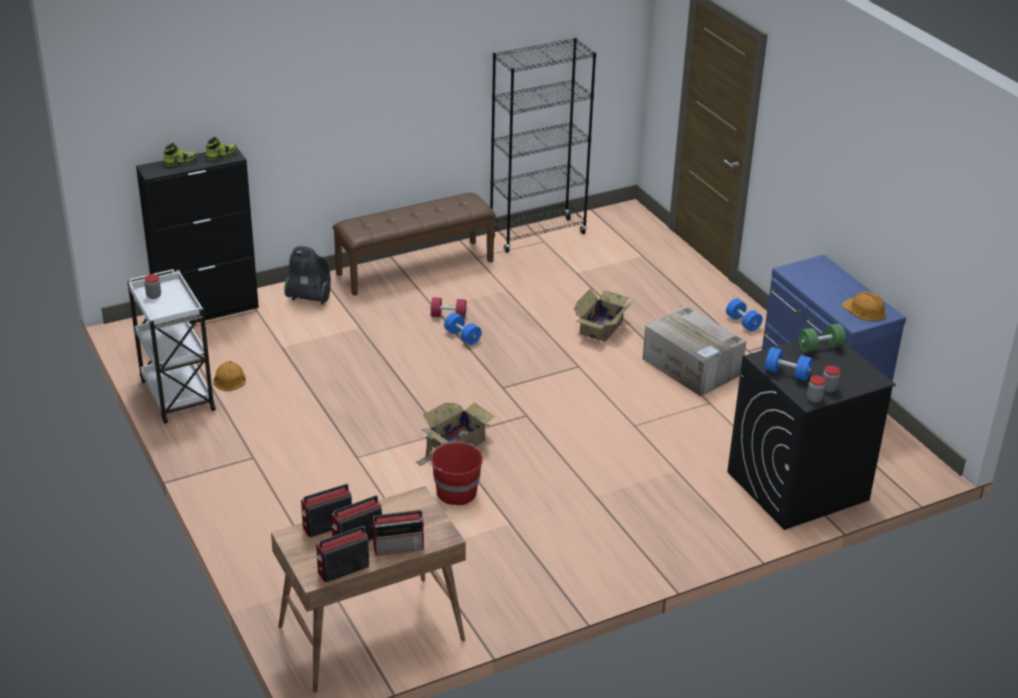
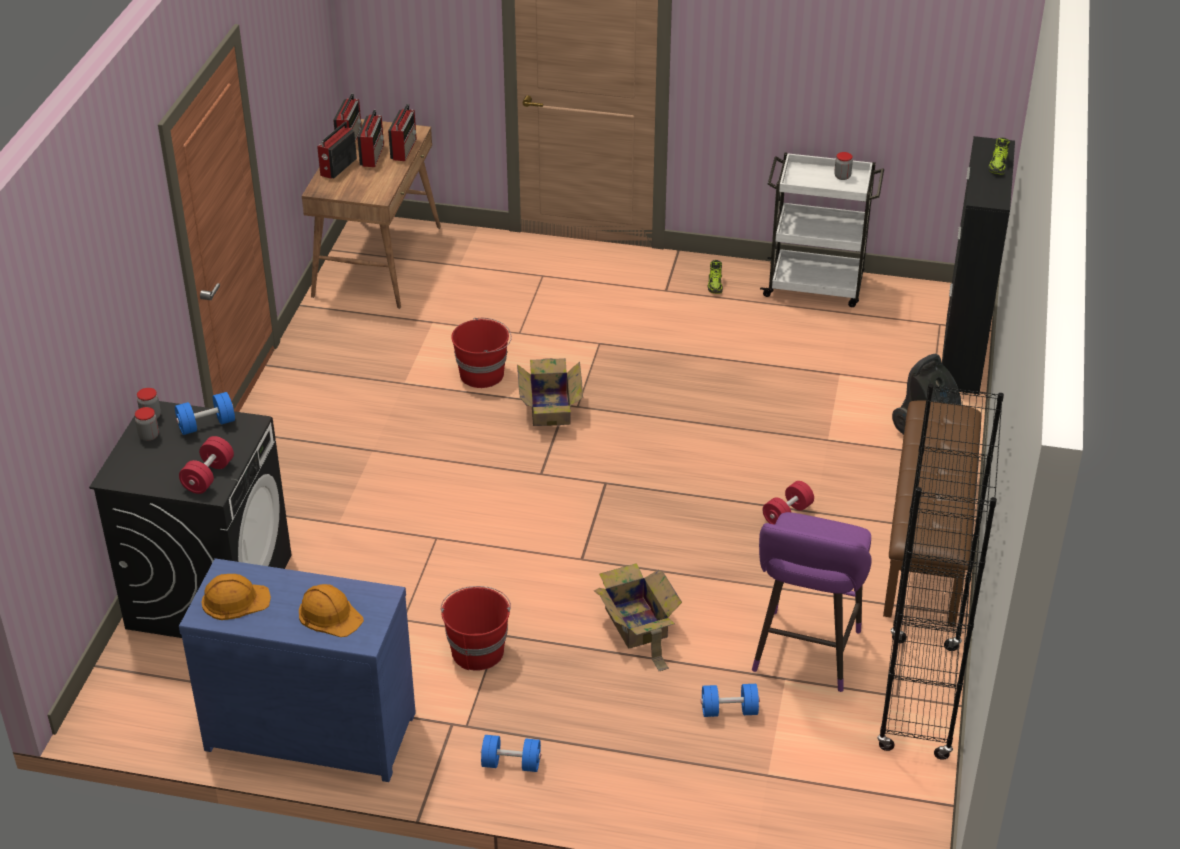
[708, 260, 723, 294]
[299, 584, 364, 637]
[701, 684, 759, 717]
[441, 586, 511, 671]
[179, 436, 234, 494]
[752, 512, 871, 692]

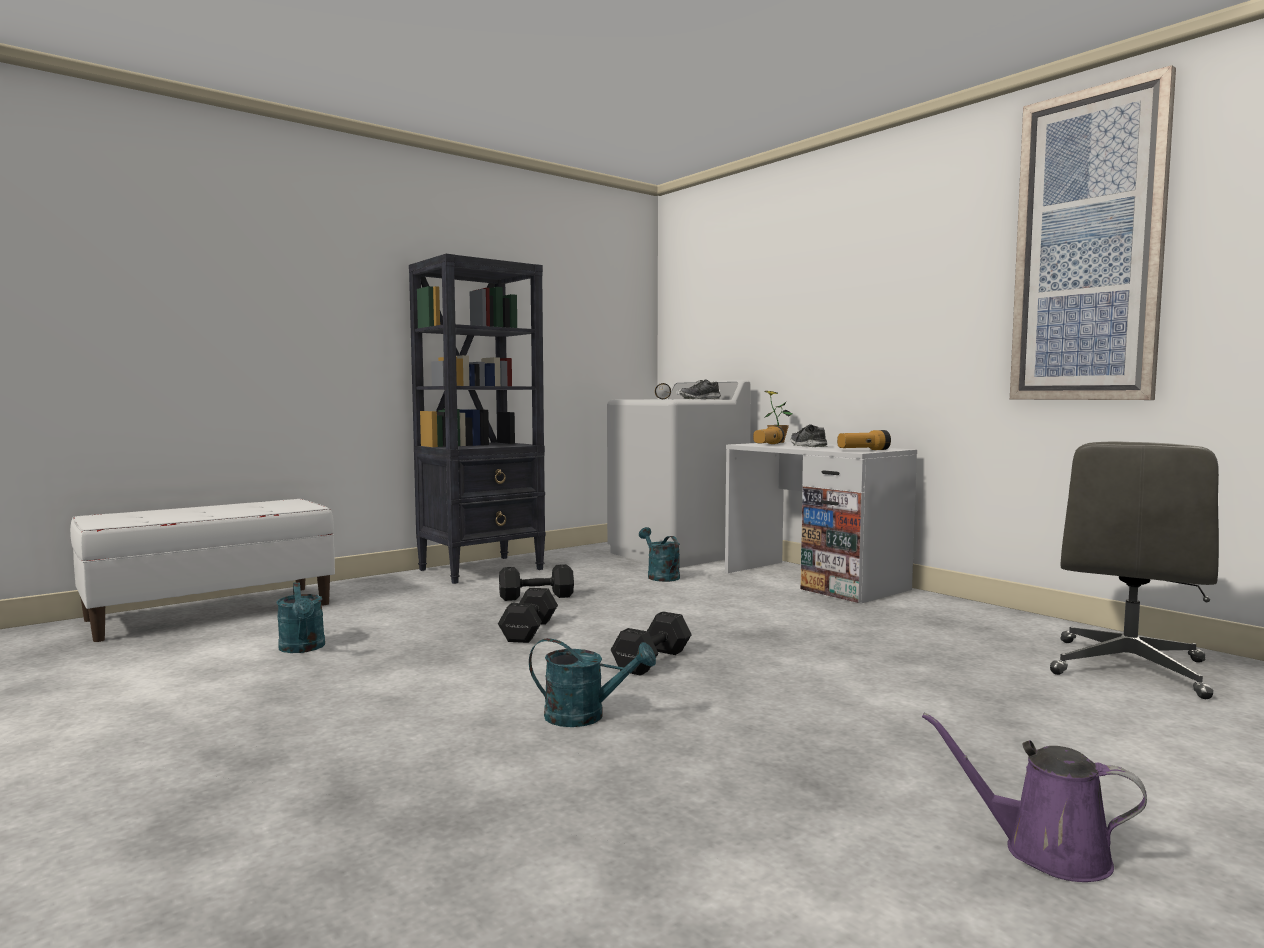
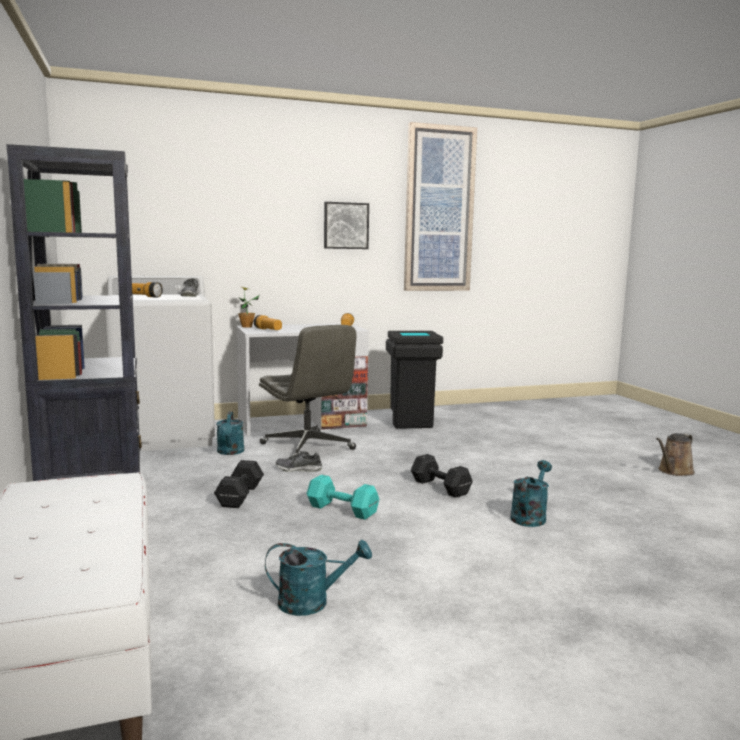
[306, 475, 379, 520]
[217, 411, 244, 455]
[276, 451, 322, 472]
[656, 433, 695, 476]
[259, 325, 357, 455]
[324, 202, 369, 249]
[386, 331, 443, 429]

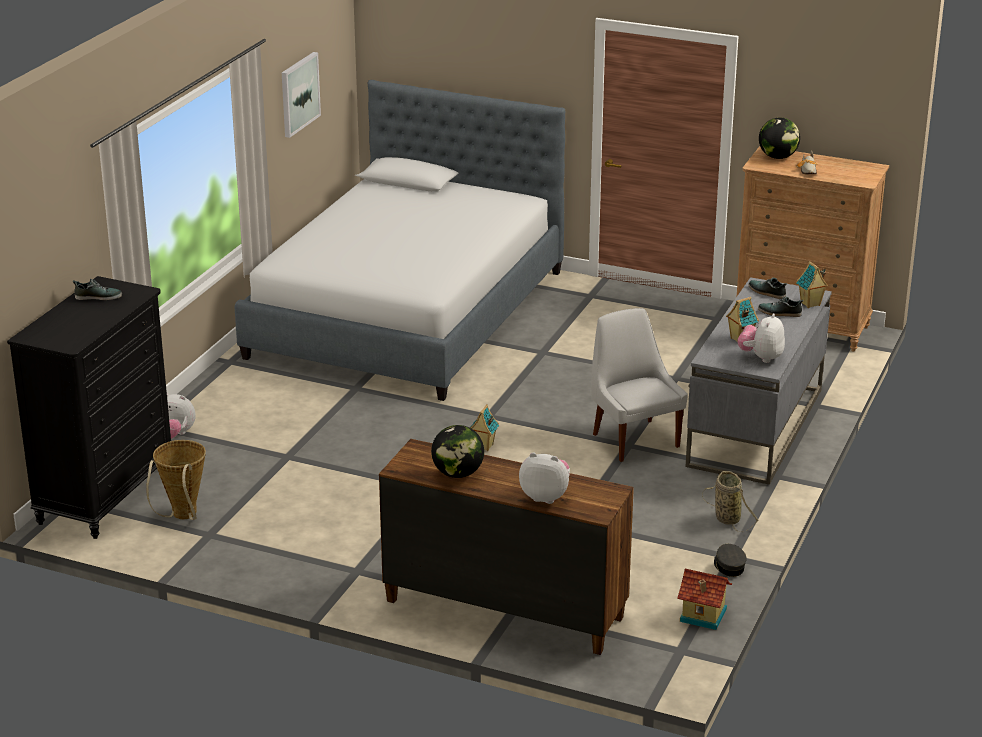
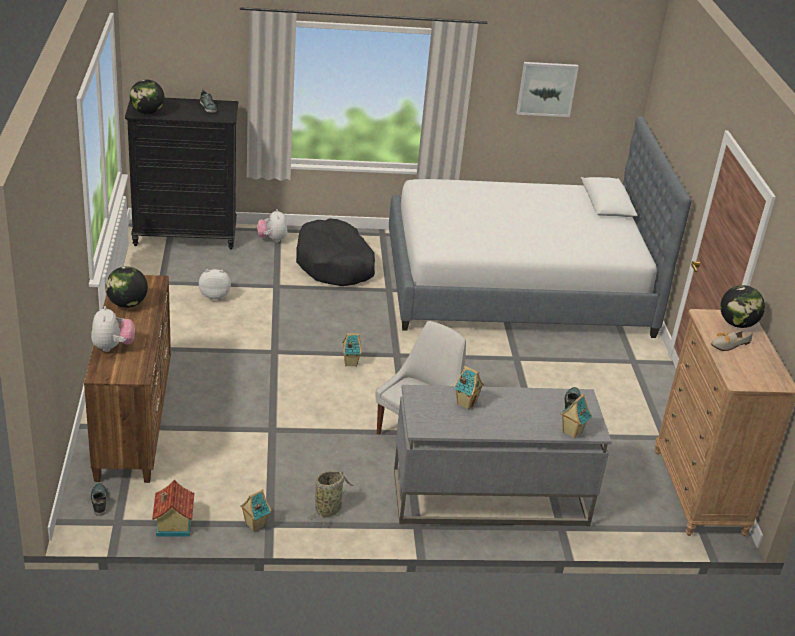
[146, 440, 206, 520] (first image)
[240, 489, 272, 532]
[199, 269, 231, 300]
[91, 483, 107, 516]
[130, 80, 164, 114]
[296, 218, 375, 286]

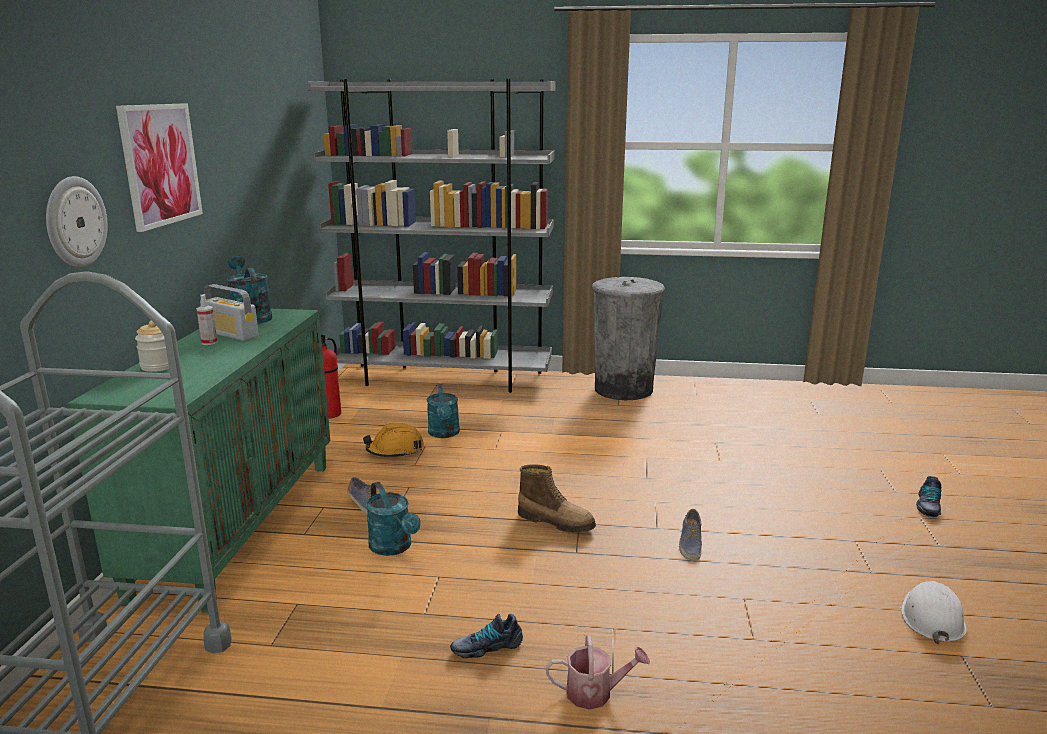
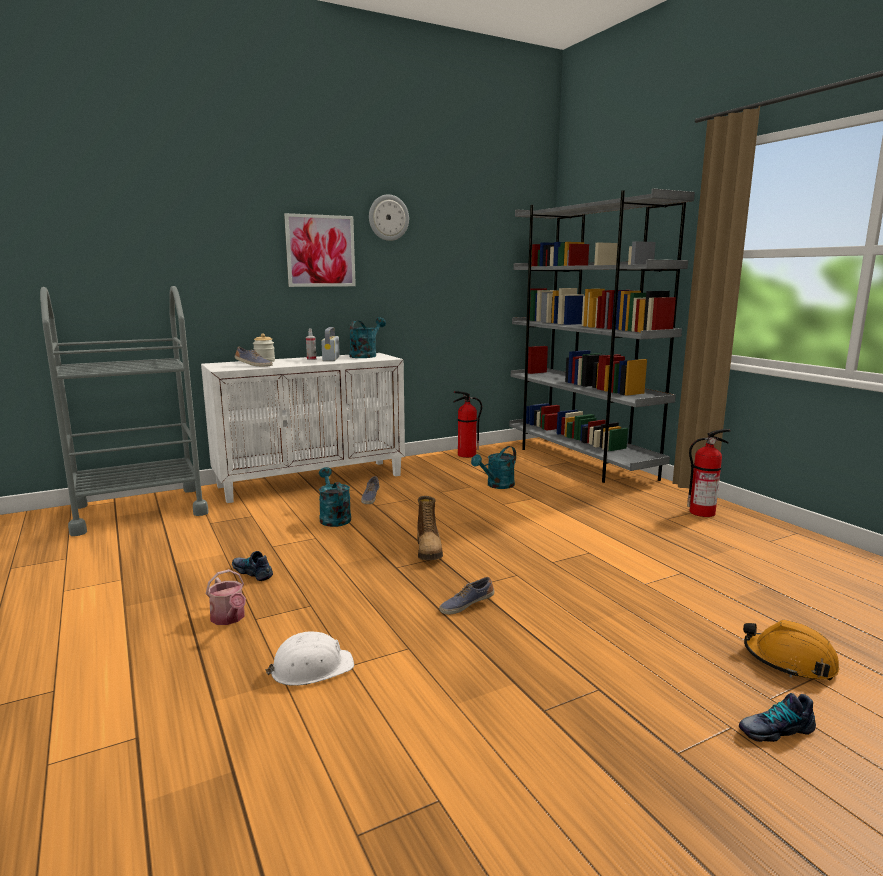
[369, 195, 409, 241]
[201, 353, 405, 503]
[743, 620, 839, 681]
[319, 467, 351, 527]
[687, 429, 730, 517]
[265, 631, 354, 686]
[235, 347, 273, 367]

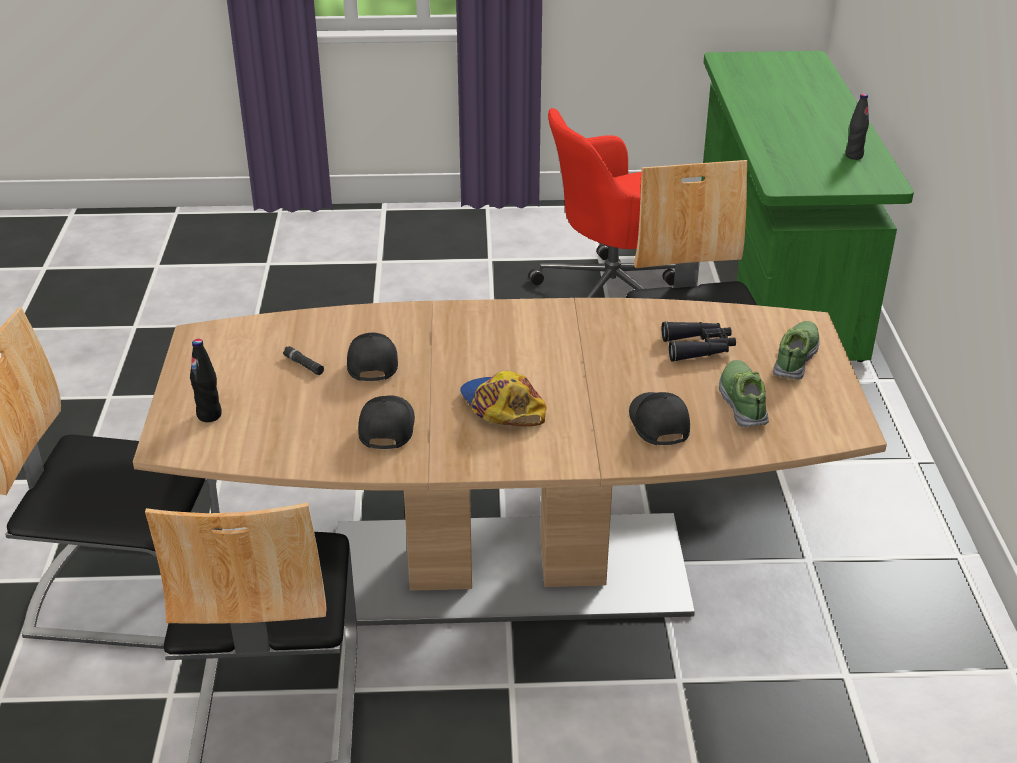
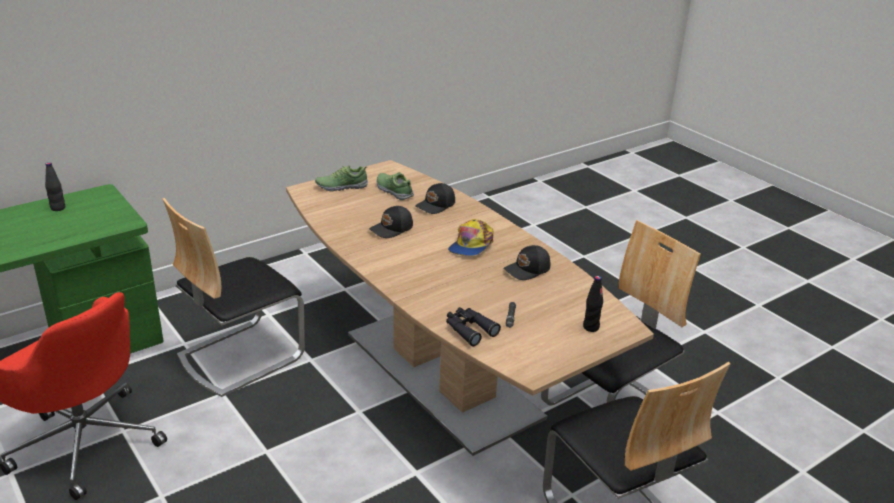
[369, 206, 413, 238]
[446, 307, 501, 346]
[376, 172, 414, 200]

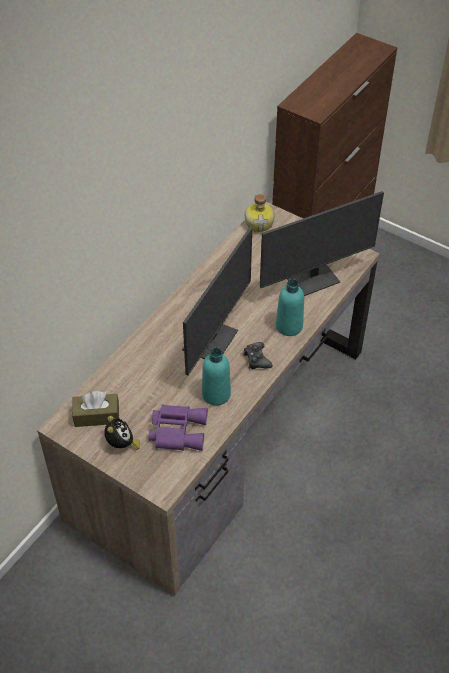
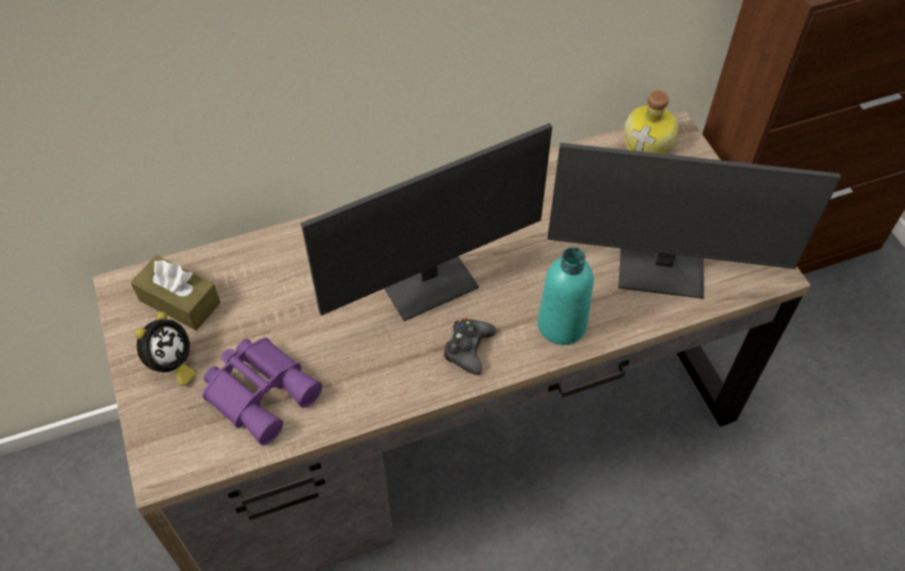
[202, 348, 231, 406] (first image)

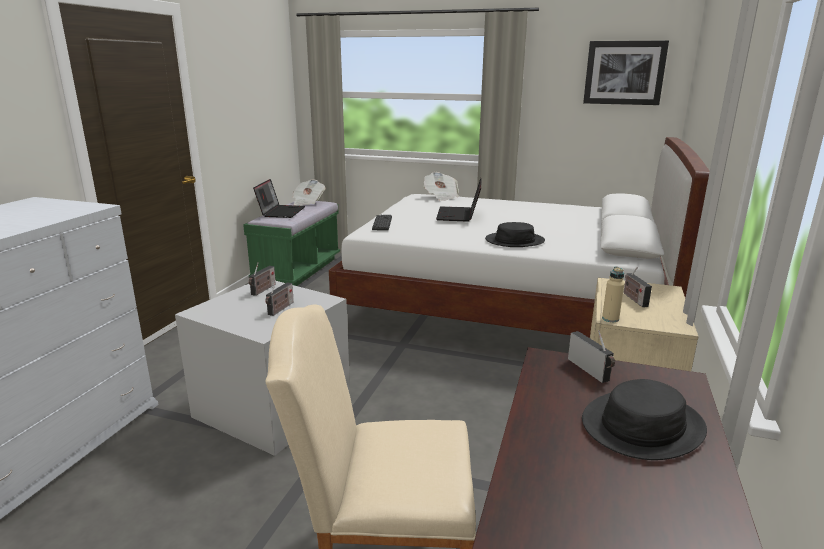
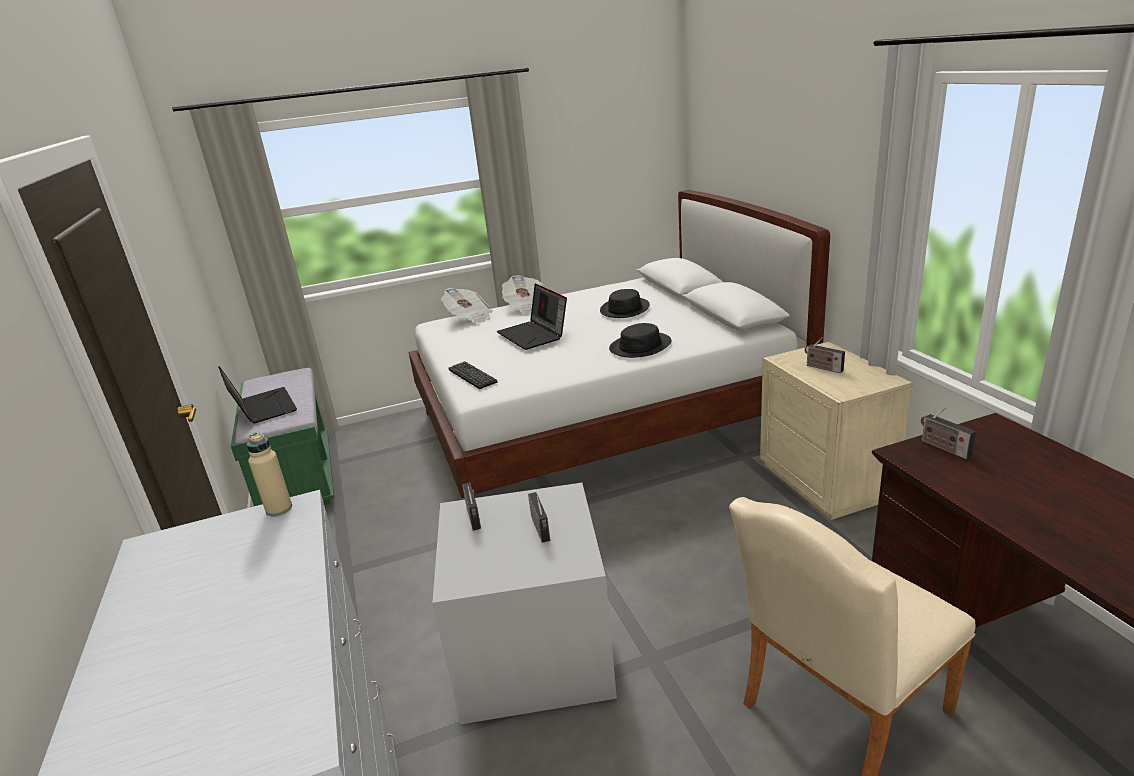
[502, 275, 544, 315]
[921, 407, 976, 459]
[600, 289, 650, 318]
[583, 40, 669, 105] (first image)
[247, 432, 292, 517]

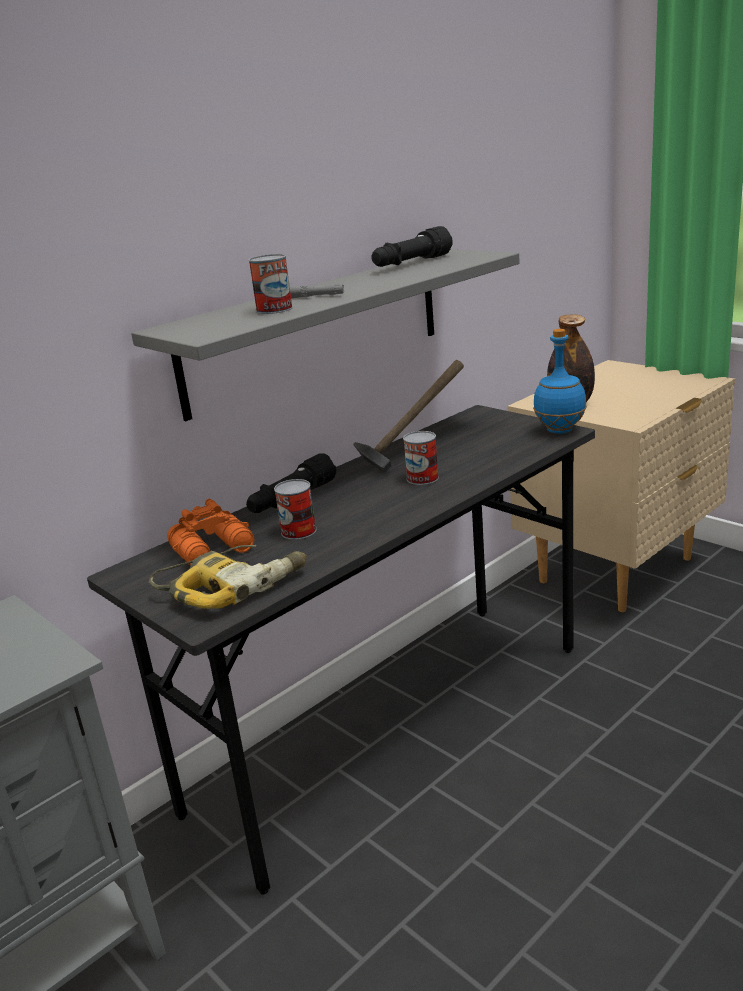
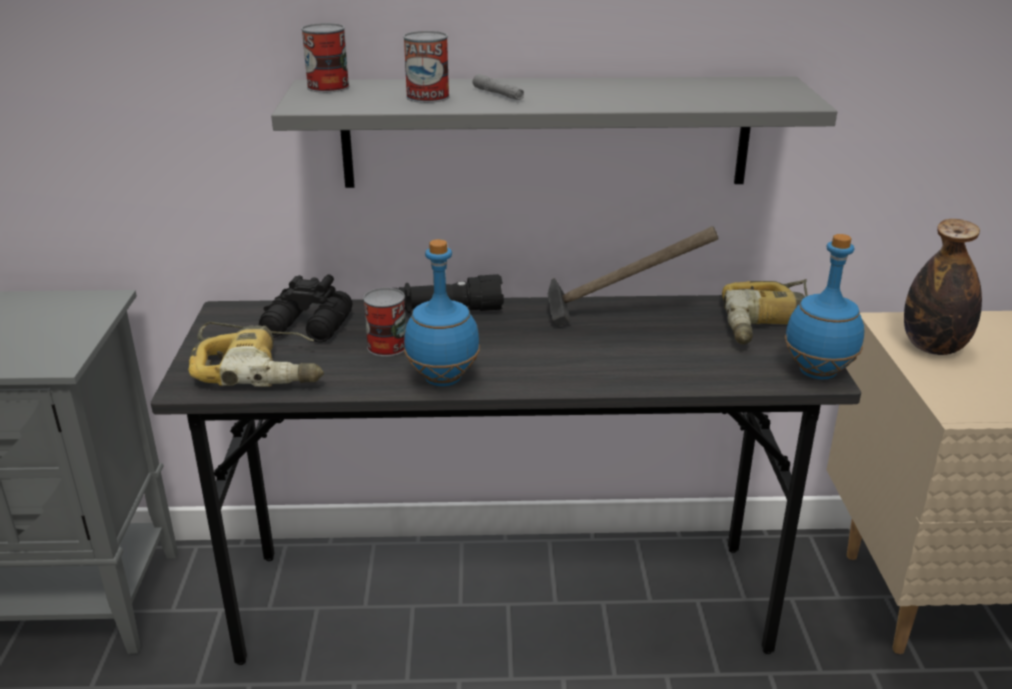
[259, 274, 353, 342]
[371, 226, 453, 267] (first image)
[301, 23, 349, 93]
[404, 239, 480, 386]
[722, 279, 808, 344]

